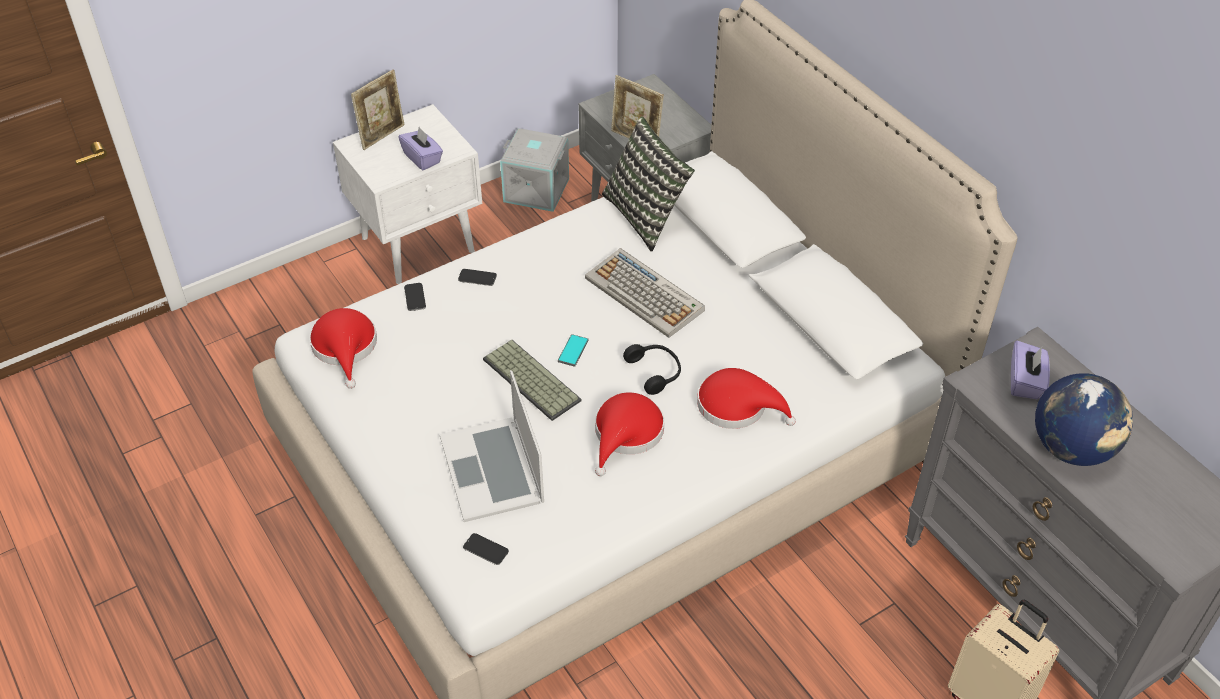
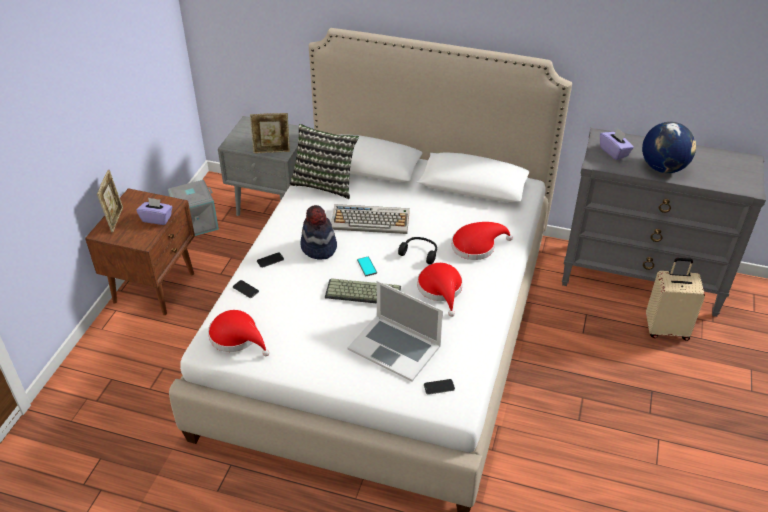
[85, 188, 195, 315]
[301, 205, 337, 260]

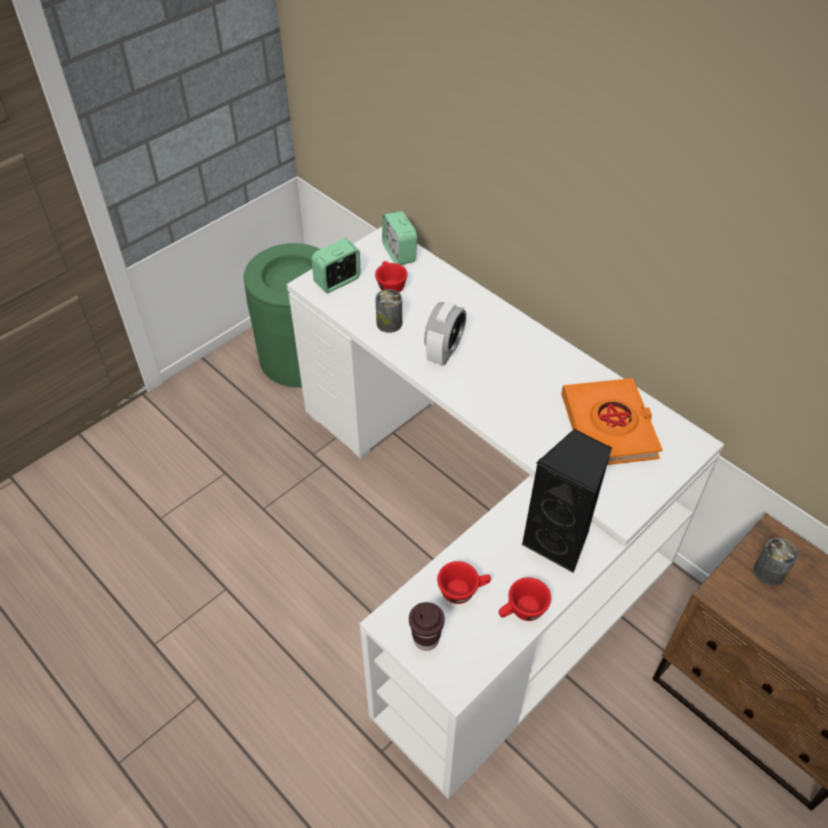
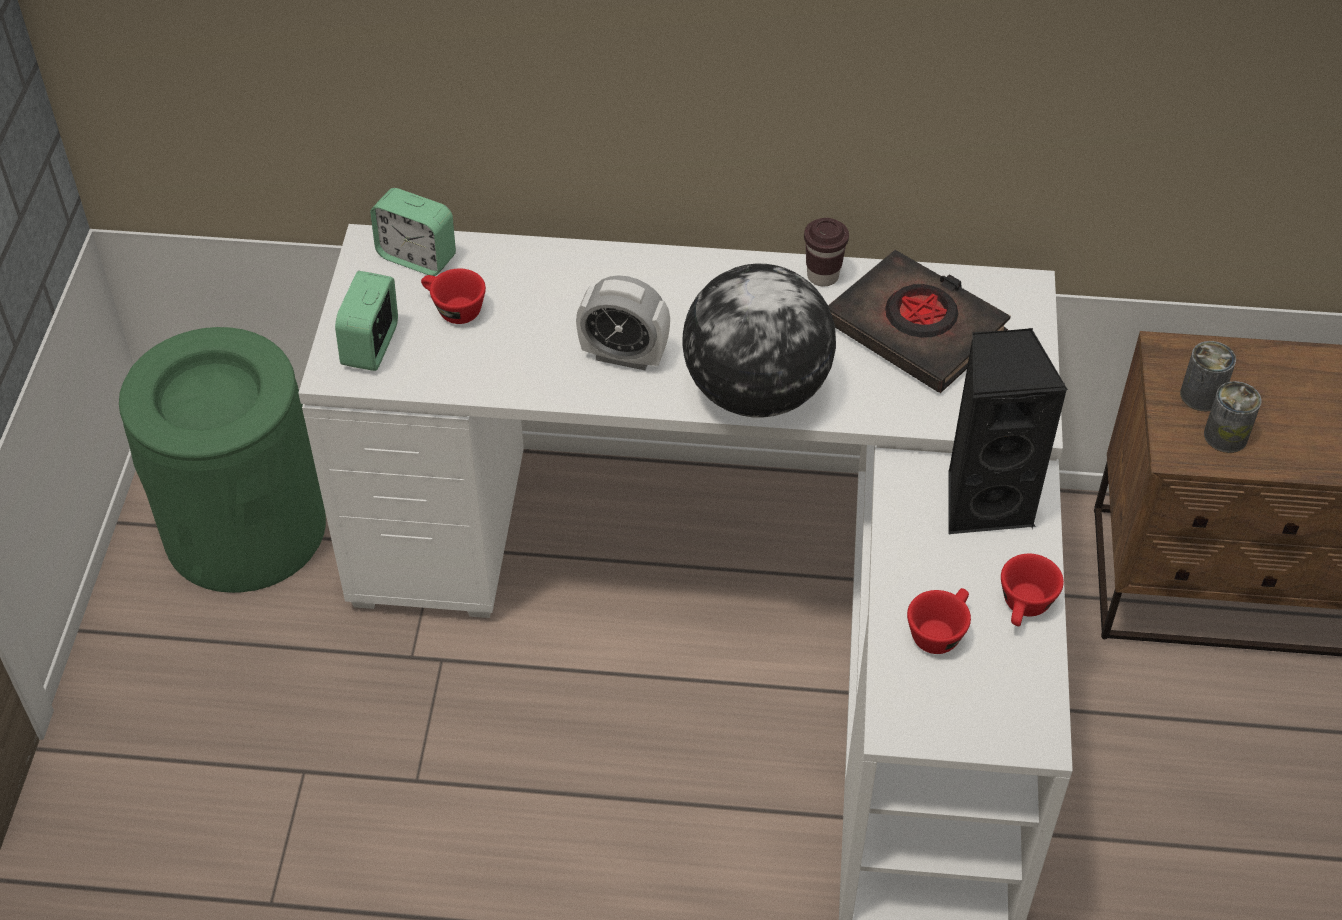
[1204, 381, 1261, 453]
[804, 218, 849, 287]
[576, 275, 670, 370]
[828, 250, 1011, 393]
[682, 264, 836, 418]

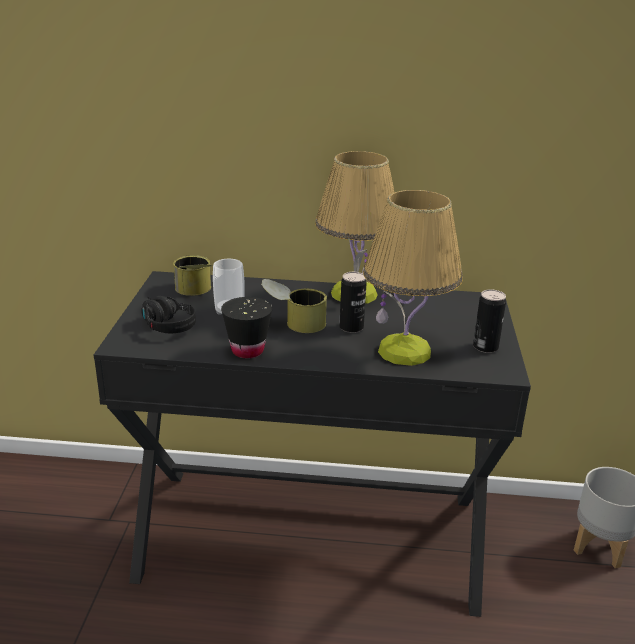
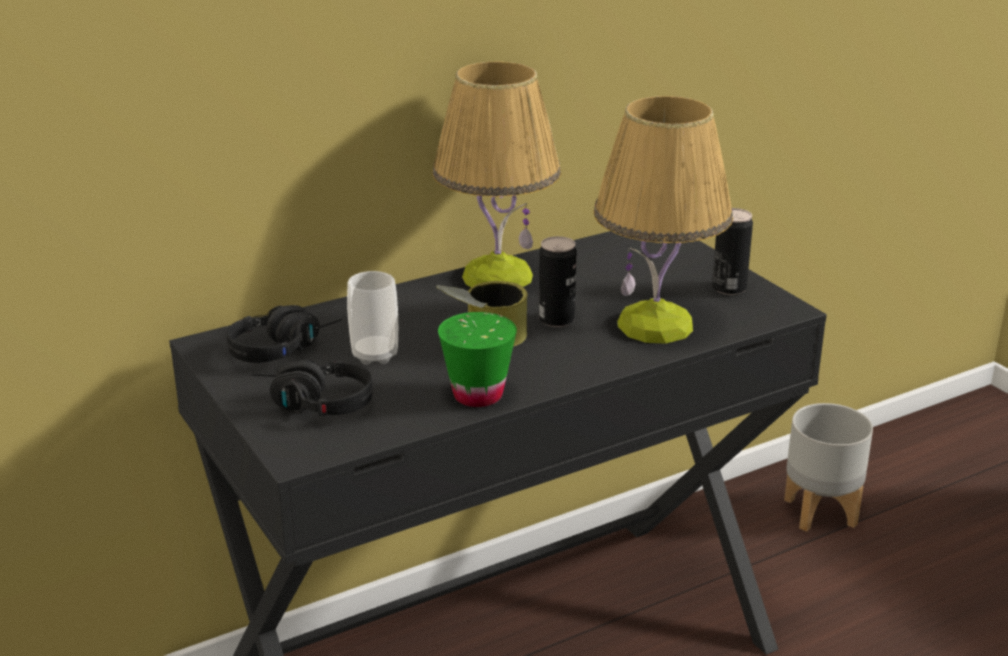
[227, 305, 342, 363]
[438, 312, 517, 407]

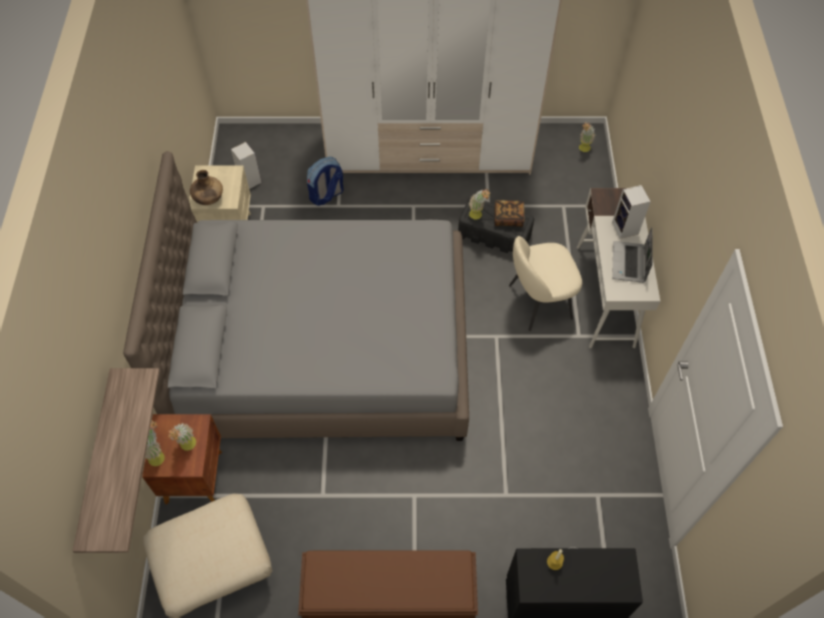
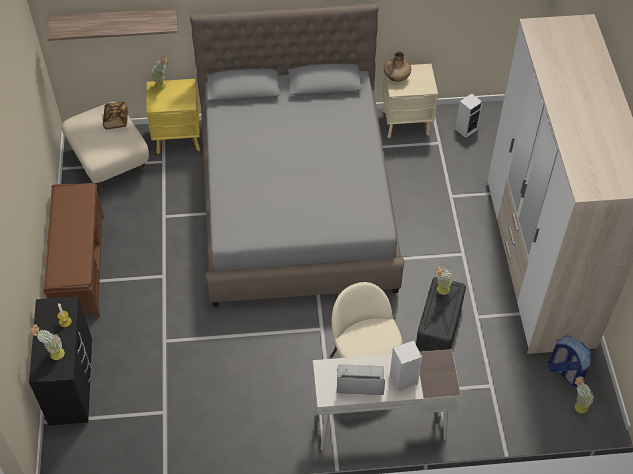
[146, 79, 200, 154]
[30, 325, 65, 360]
[548, 335, 591, 386]
[103, 102, 128, 129]

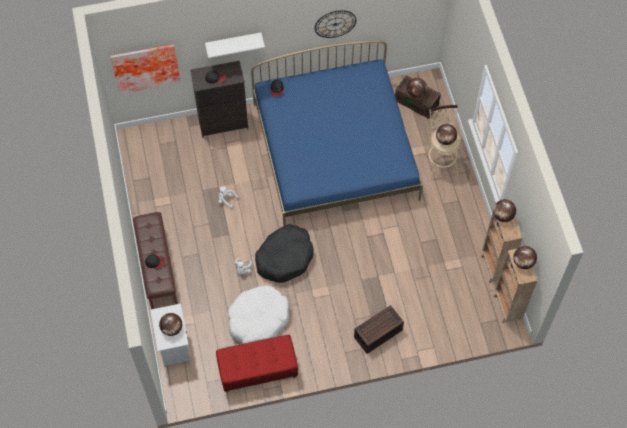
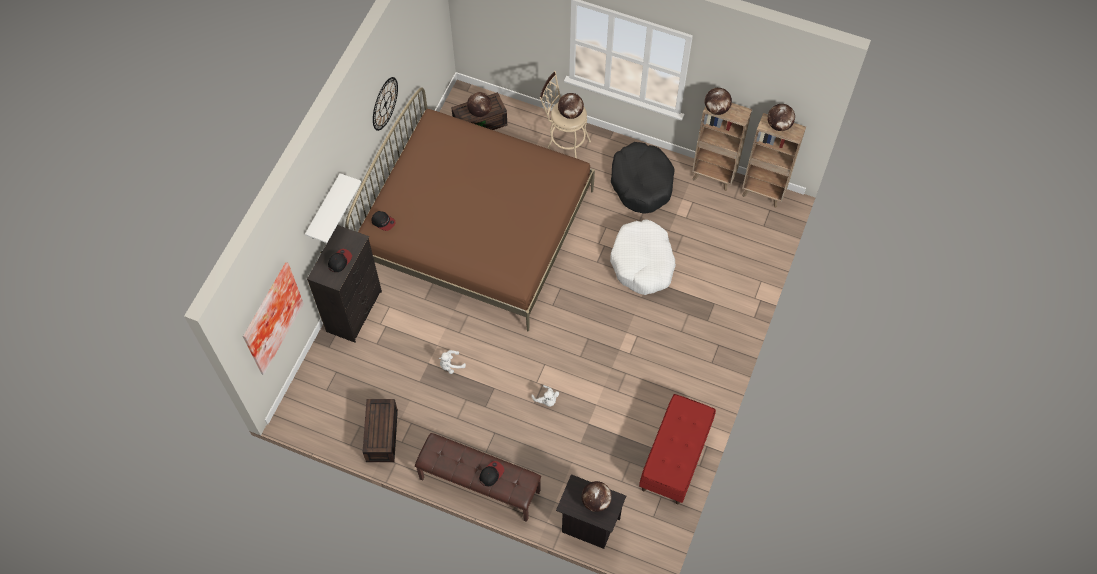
[556, 474, 626, 549]
[610, 219, 676, 295]
[345, 88, 595, 331]
[611, 142, 675, 214]
[363, 399, 398, 462]

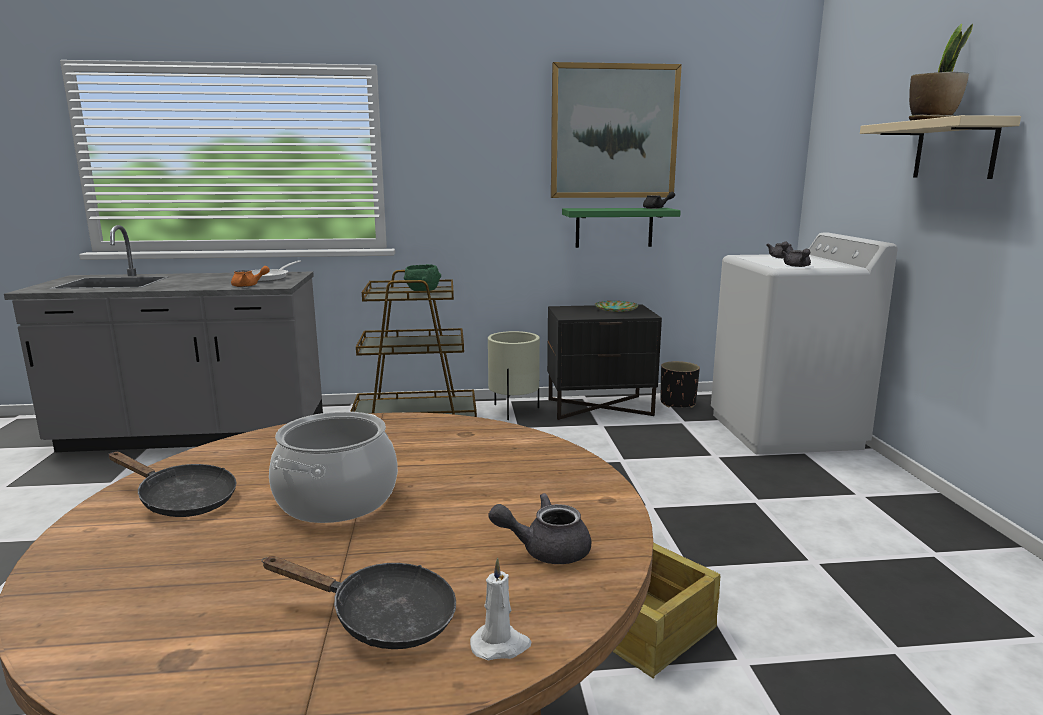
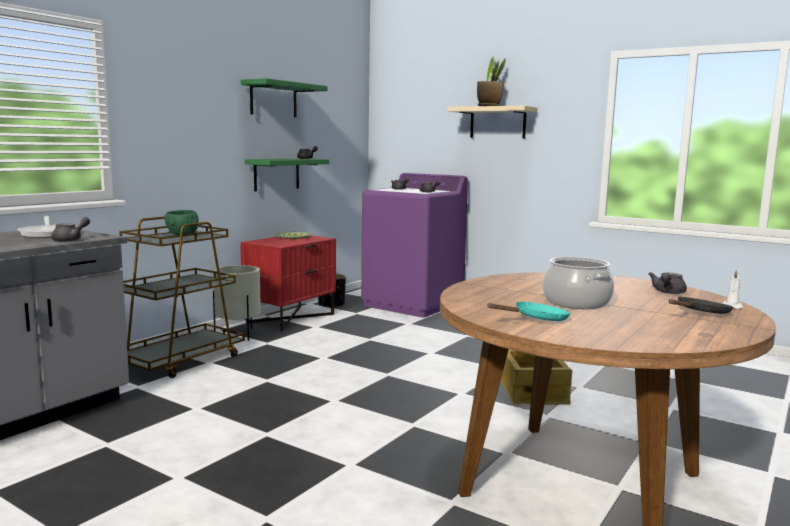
[487, 302, 570, 321]
[51, 217, 90, 242]
[240, 235, 336, 331]
[241, 78, 328, 117]
[361, 173, 468, 318]

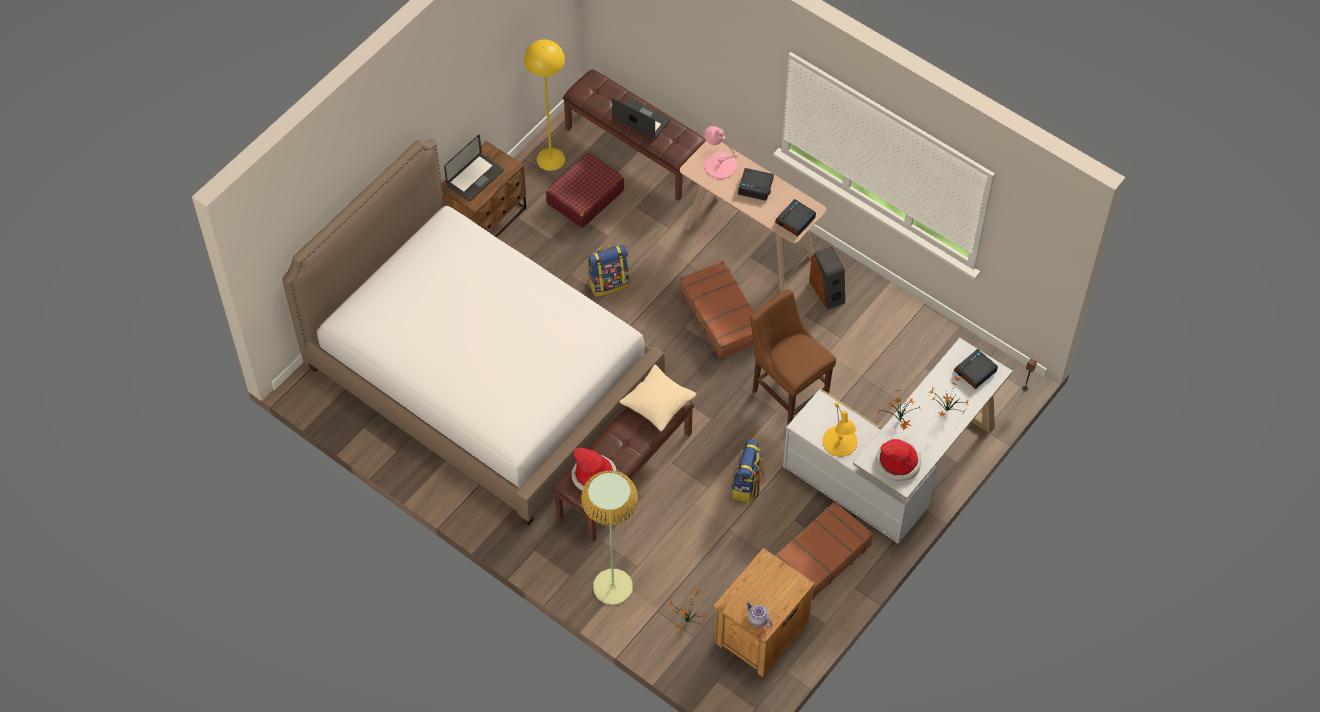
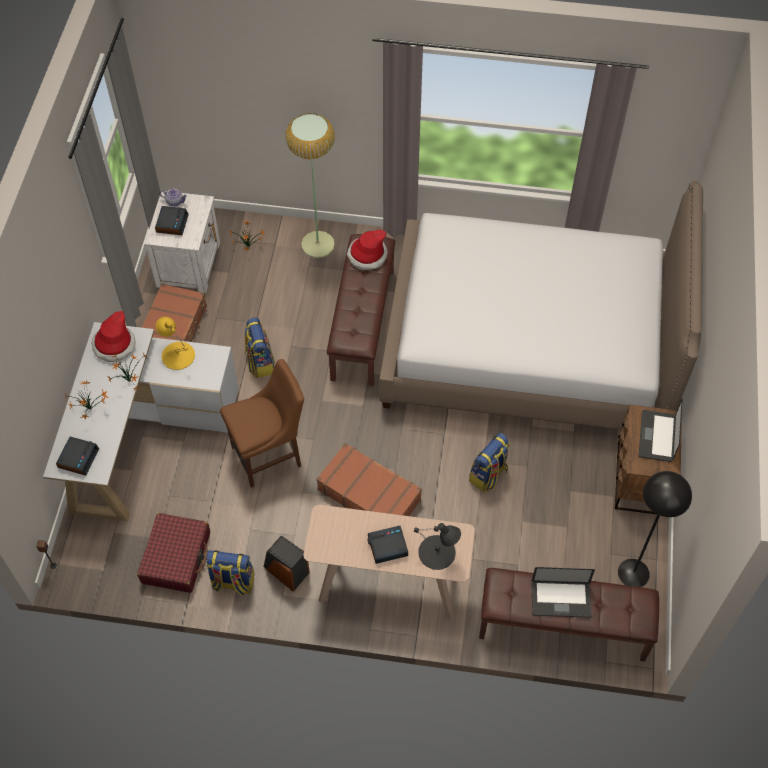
[618, 471, 692, 587]
[137, 513, 210, 593]
[619, 365, 696, 431] (first image)
[414, 523, 461, 570]
[144, 191, 220, 293]
[220, 359, 304, 488]
[155, 206, 189, 235]
[206, 550, 254, 596]

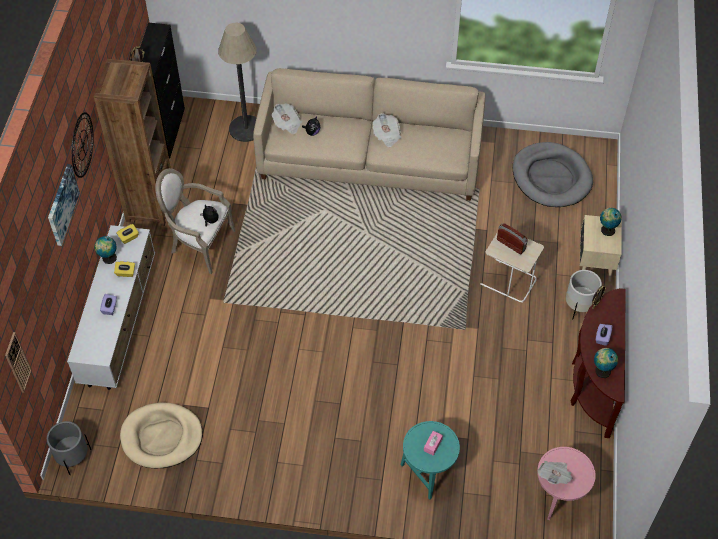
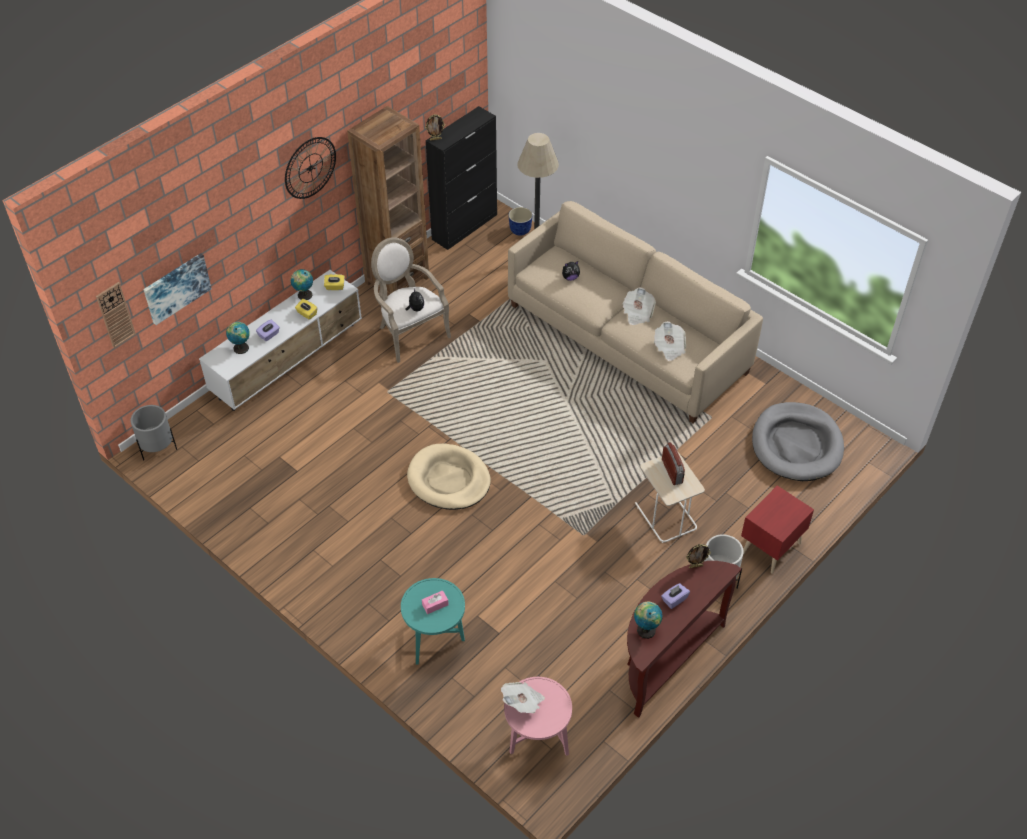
[143, 253, 212, 325]
[407, 444, 491, 510]
[654, 321, 686, 361]
[741, 486, 814, 574]
[226, 322, 250, 354]
[508, 207, 532, 236]

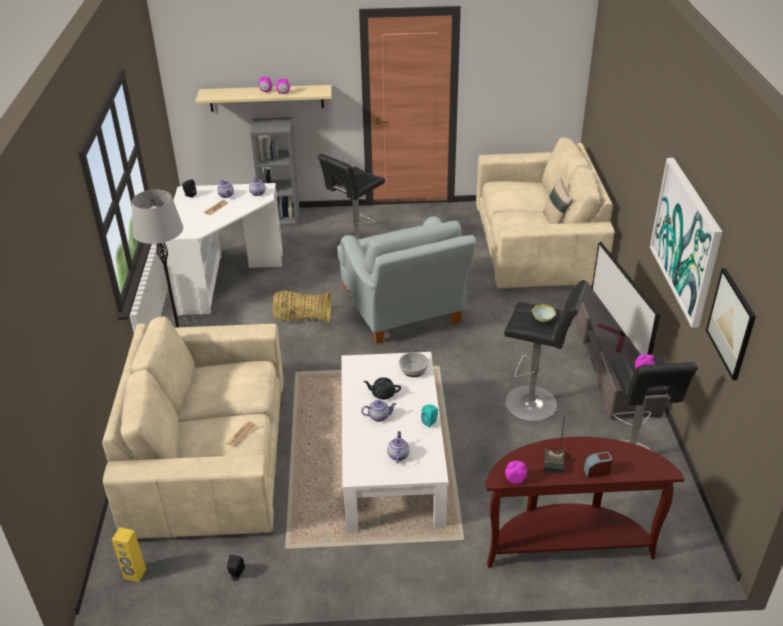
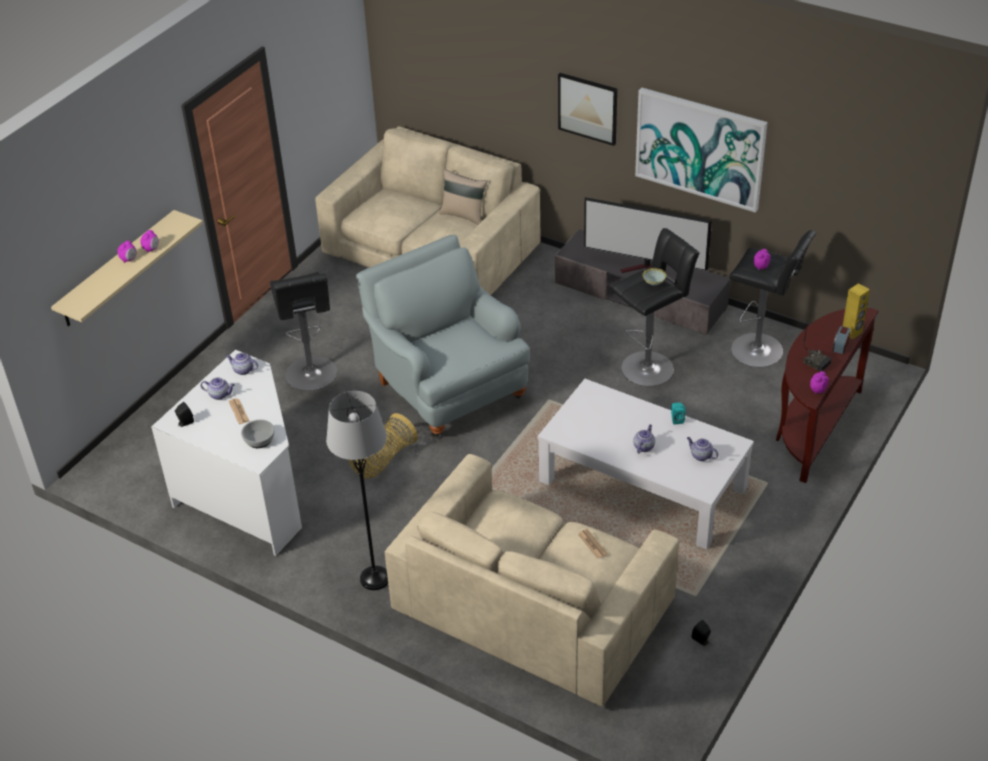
[843, 283, 870, 339]
[250, 117, 300, 226] (first image)
[356, 235, 530, 437]
[363, 377, 401, 400] (first image)
[241, 420, 275, 448]
[558, 73, 617, 146]

